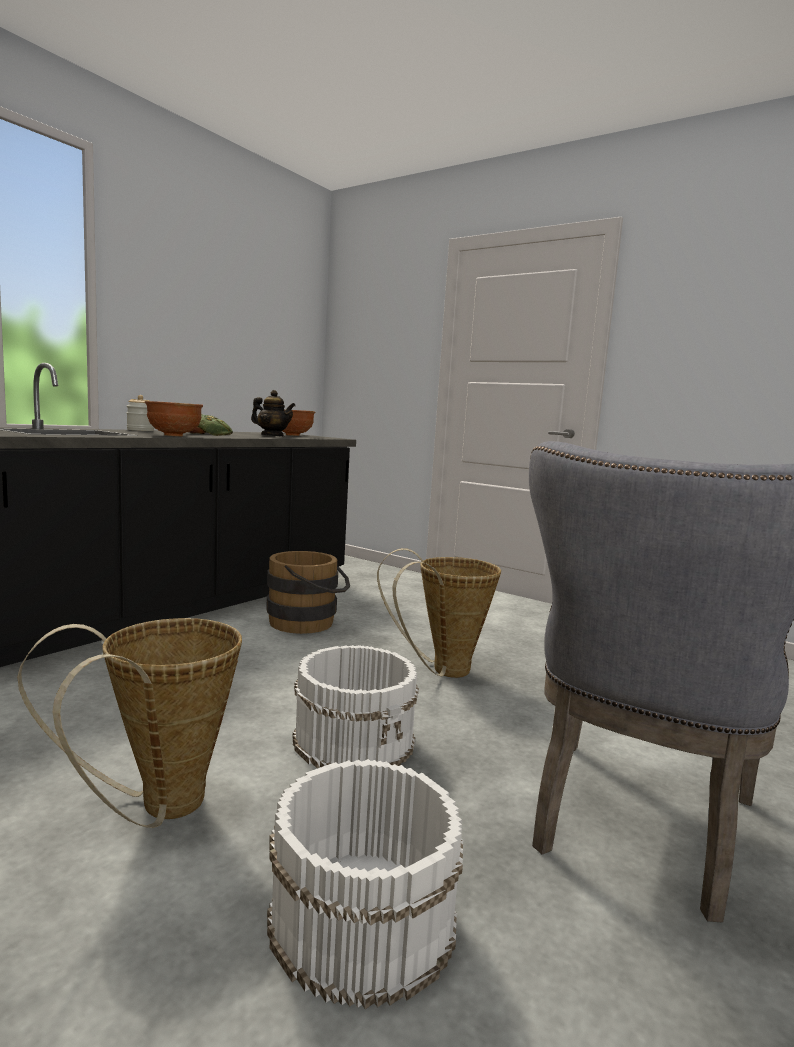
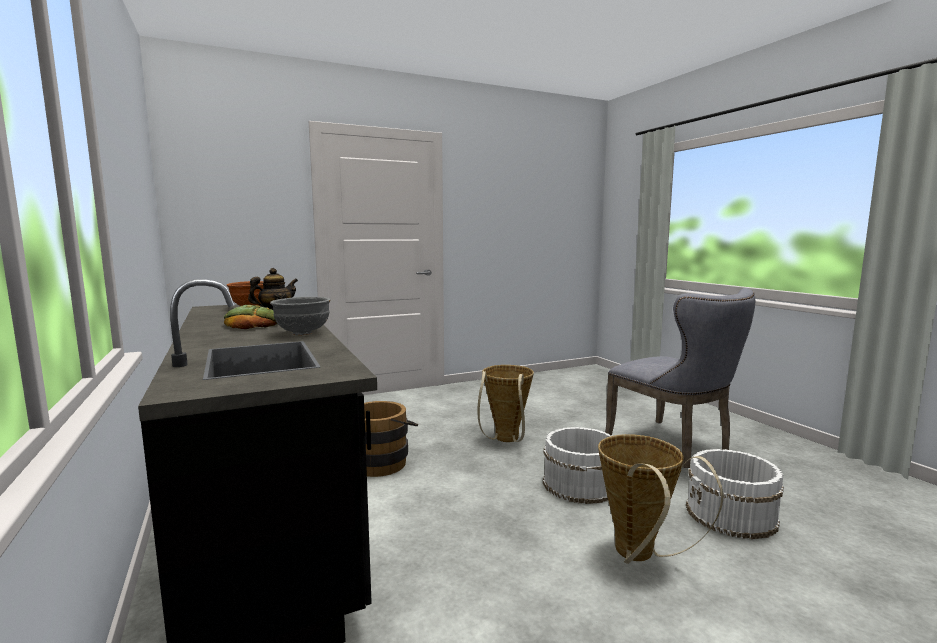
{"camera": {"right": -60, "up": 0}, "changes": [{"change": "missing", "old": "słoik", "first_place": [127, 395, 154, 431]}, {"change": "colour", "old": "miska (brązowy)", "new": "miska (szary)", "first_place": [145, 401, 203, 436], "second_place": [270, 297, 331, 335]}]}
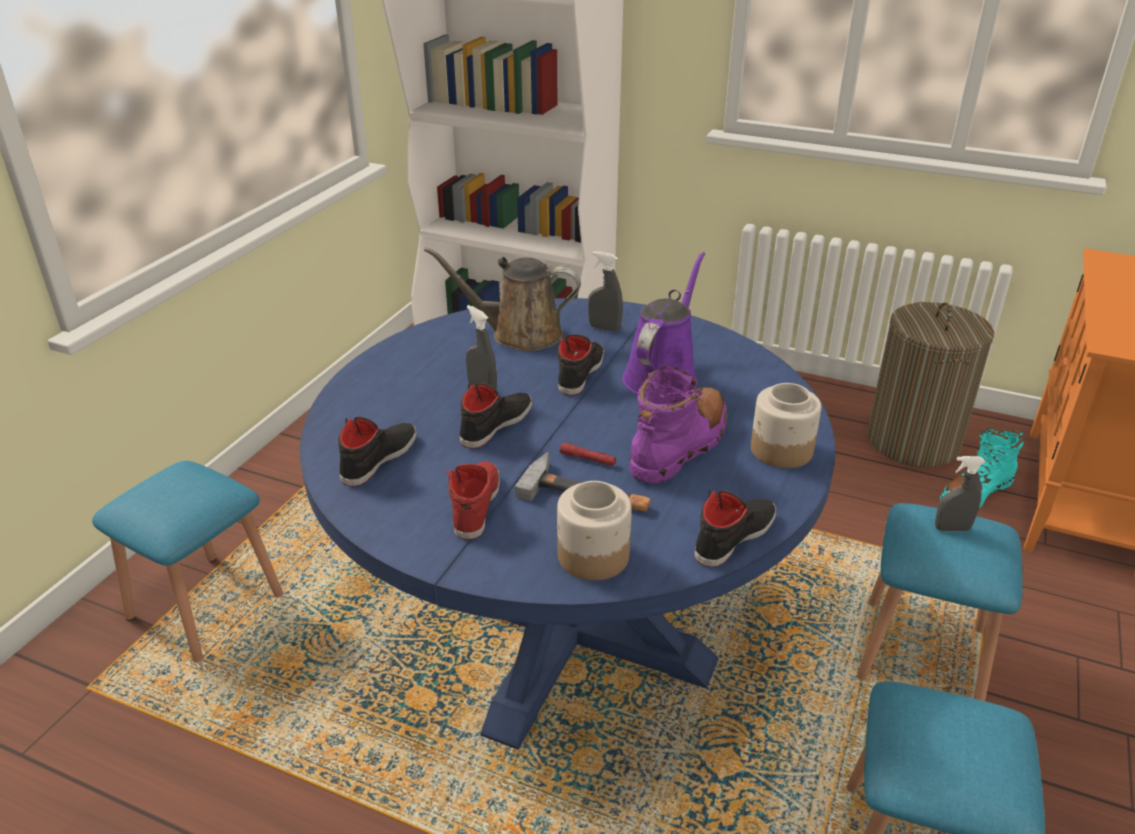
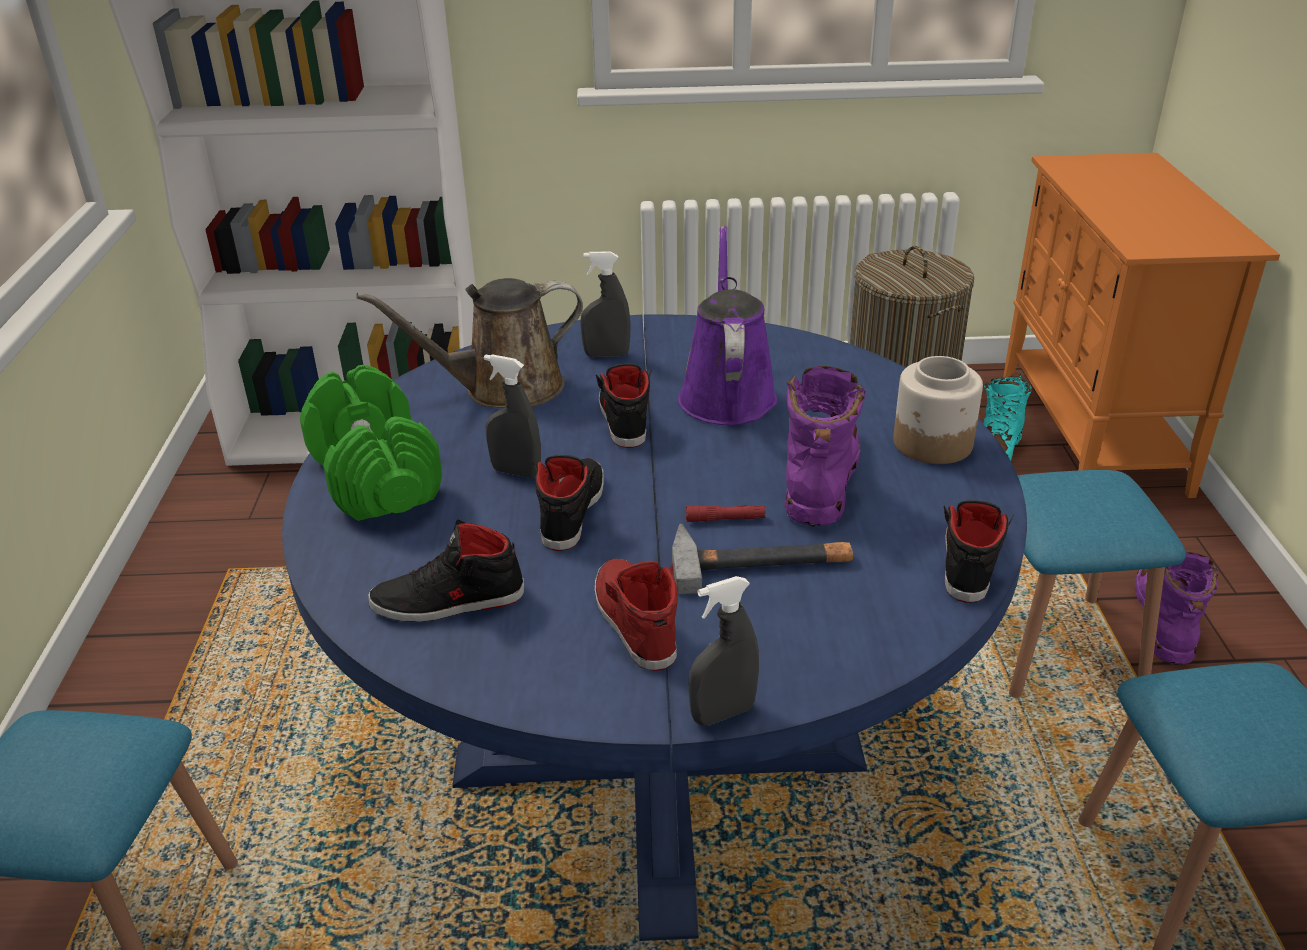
{"camera": {"right": -25, "up": 0}, "changes": [{"change": "missing", "old": "słoik", "first_place": [557, 481, 632, 581]}, {"change": "appeared", "new": "hantel (zielony)", "second_place": [300, 365, 442, 521]}, {"change": "appeared", "new": "but z cholewką (fioletowy)", "second_place": [1135, 552, 1218, 665]}, {"change": "relocated", "old": "spryskiwacz (szary)", "first_place": [935, 456, 986, 531], "second_place": [688, 576, 759, 725]}, {"change": "spun", "old": "but (czarny)", "first_place": [338, 416, 417, 486], "second_place": [368, 519, 524, 622], "degrees": -105}]}
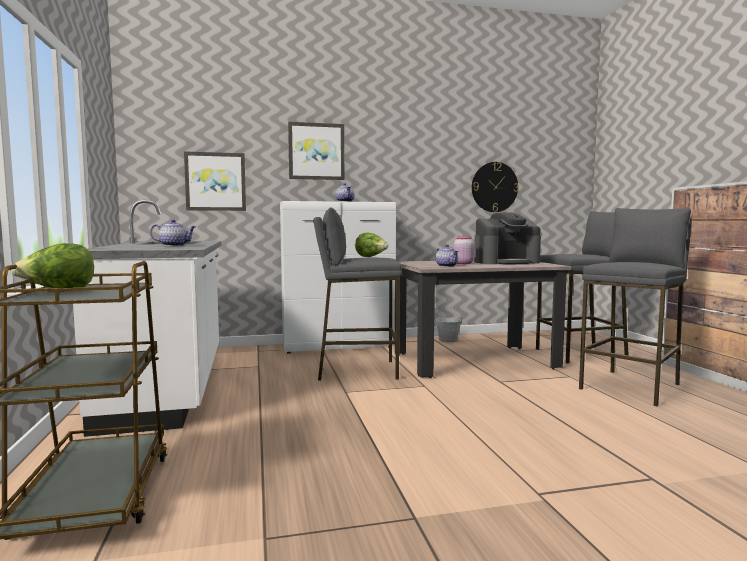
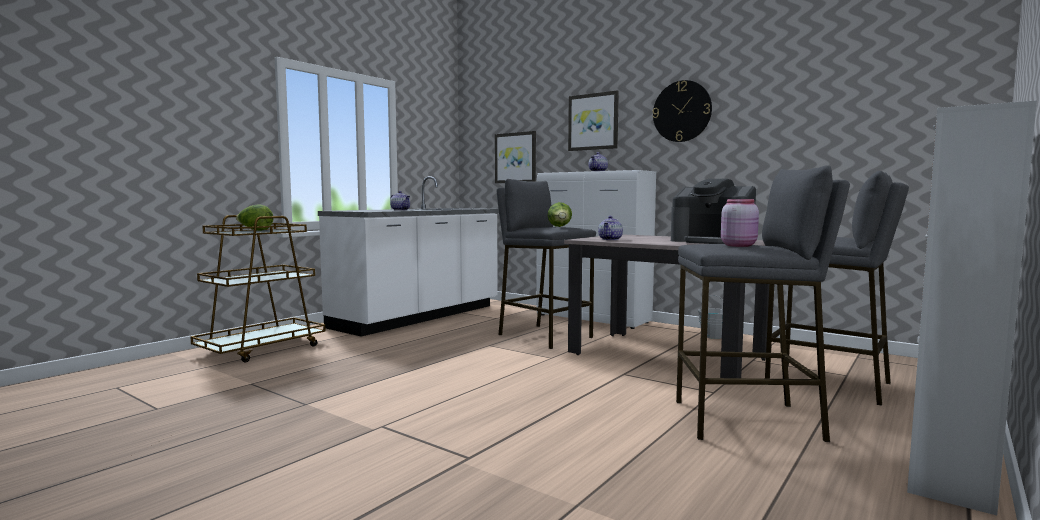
{"camera": {"right": 50, "up": 0}, "changes": [{"change": "relocated", "old": "słoik (różowy)", "first_place": [453, 236, 474, 264], "second_place": [721, 199, 759, 247]}, {"change": "relocated", "old": "zegar ścienny", "first_place": [472, 162, 519, 212], "second_place": [653, 80, 712, 142]}]}
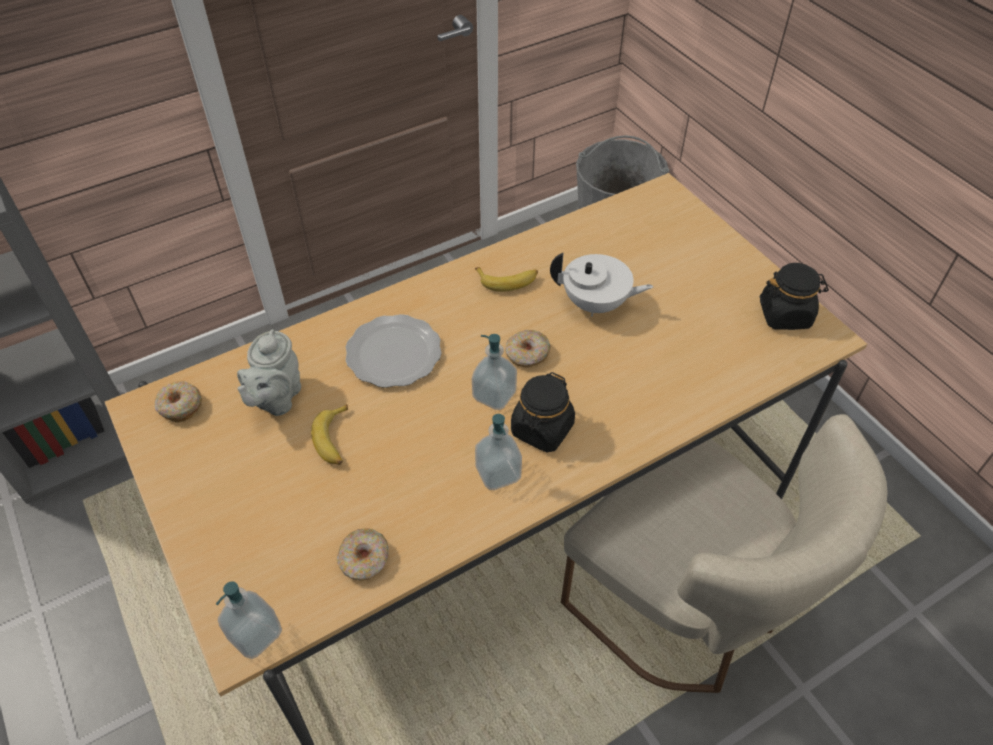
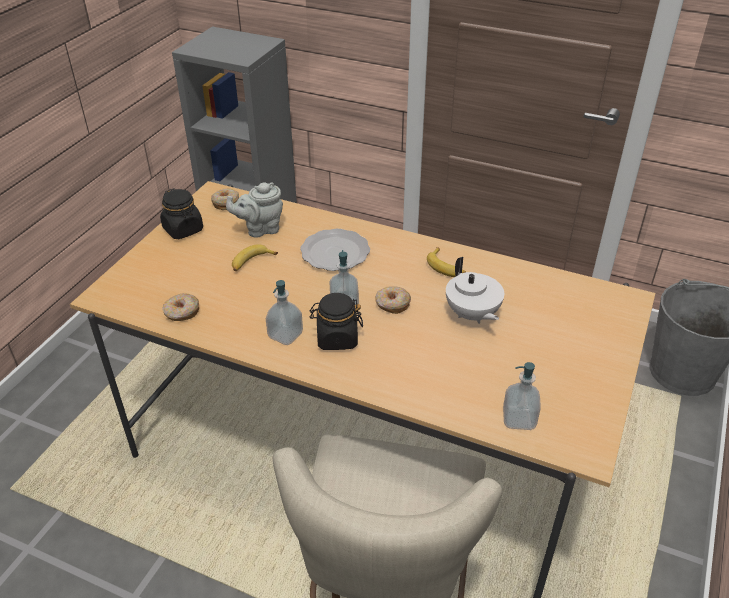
{"camera": {"right": 55, "up": -10}, "changes": [{"change": "relocated", "old": "dozownik mydła", "first_place": [216, 581, 282, 659], "second_place": [503, 362, 541, 430]}, {"change": "relocated", "old": "słoik (czarny)", "first_place": [760, 263, 829, 330], "second_place": [160, 188, 203, 239]}]}
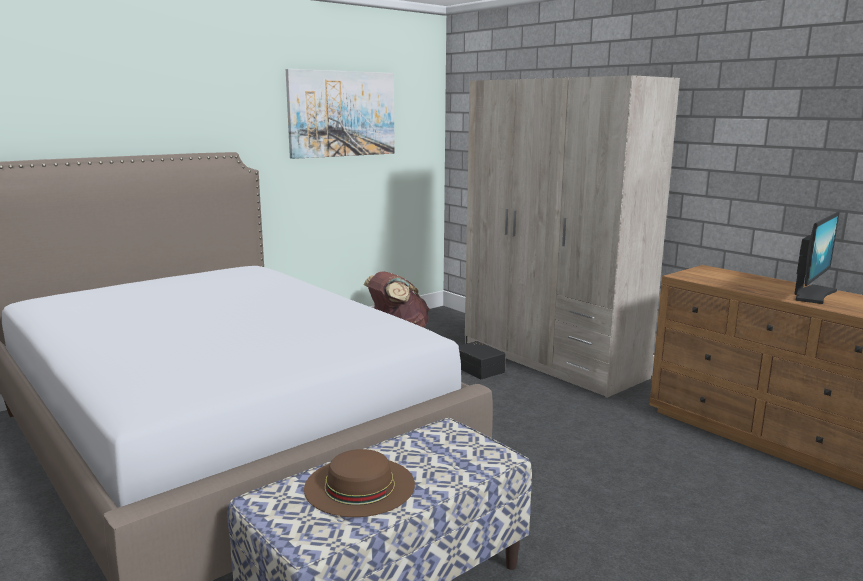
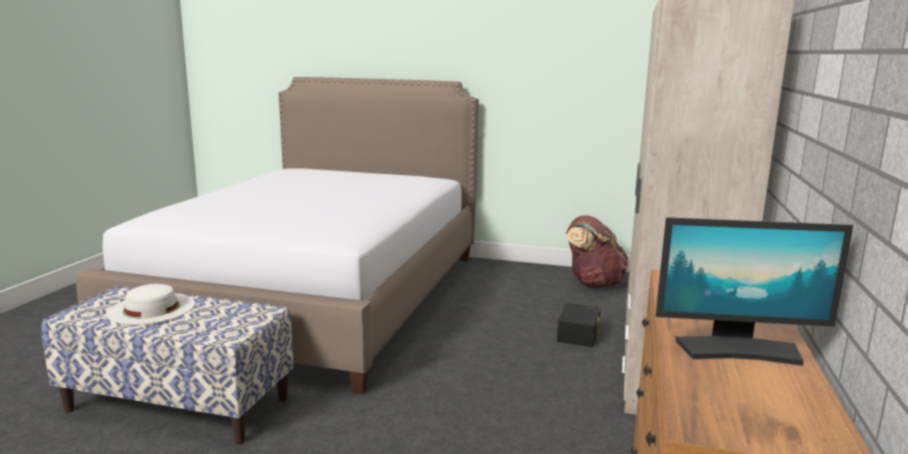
{"camera": {"right": 55, "up": 0}, "changes": [{"change": "missing", "old": "obraz", "first_place": [286, 69, 395, 159]}, {"change": "colour", "old": "kapelusz (brązowy)", "new": "kapelusz (biały)", "first_place": [304, 449, 415, 517], "second_place": [106, 284, 195, 325]}]}
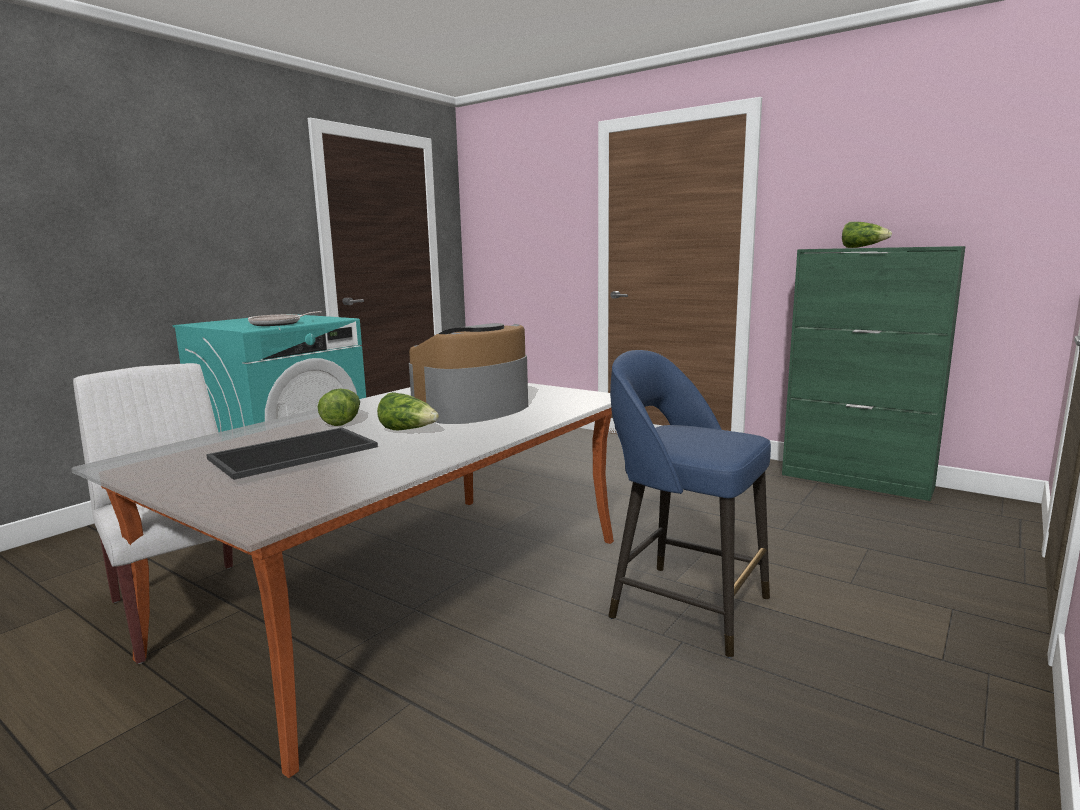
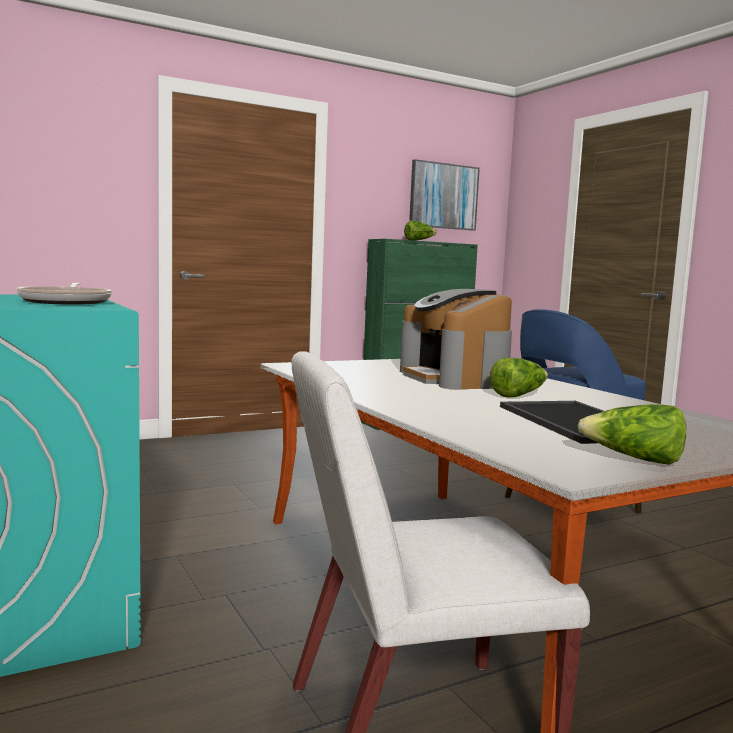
{"camera": {"right": -65, "up": -5}, "changes": [{"change": "appeared", "new": "obraz", "second_place": [409, 159, 480, 231]}, {"change": "relocated", "old": "sałata", "first_place": [318, 389, 360, 426], "second_place": [577, 404, 686, 465]}]}
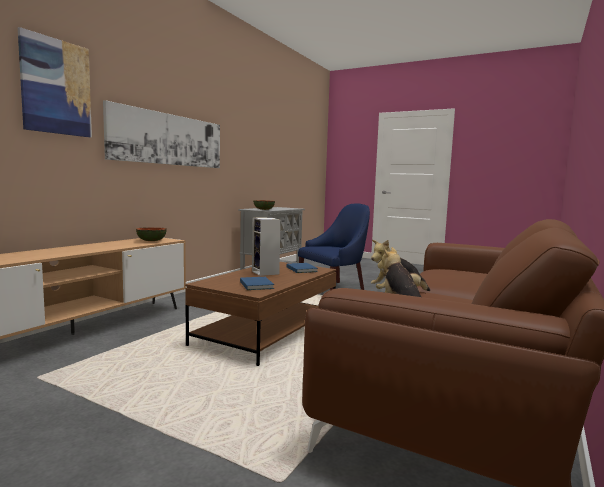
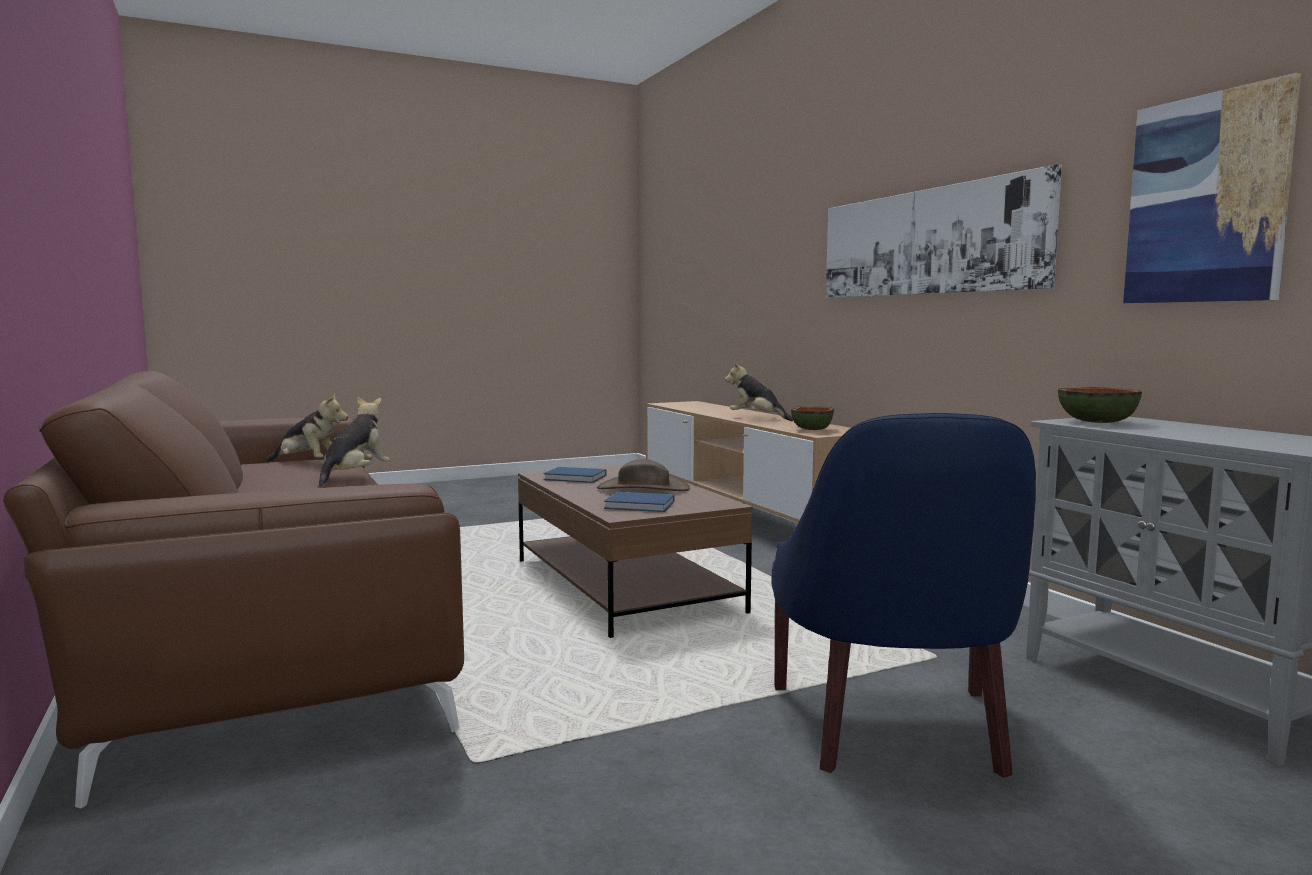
{"camera": {"right": 125, "up": 0}, "changes": [{"change": "appeared", "new": "pluszak", "second_place": [725, 362, 793, 421]}, {"change": "relocated", "old": "obraz", "first_place": [18, 27, 92, 138], "second_place": [1123, 73, 1301, 303]}, {"change": "exchanged", "old": "głośnik", "new": "kapelusz (brązowy)", "first_place": [252, 218, 281, 276], "second_place": [597, 459, 690, 491]}]}
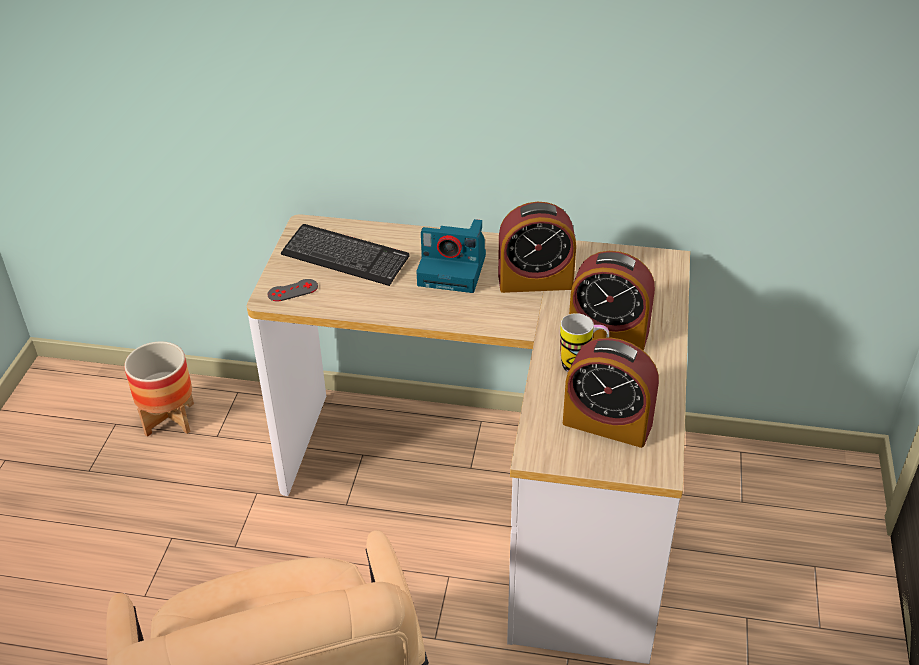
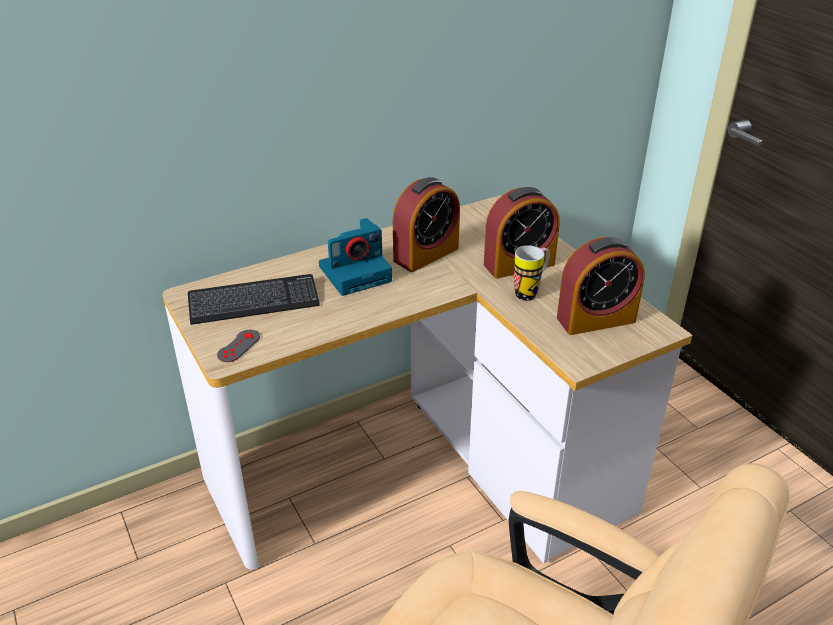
{"camera": {"right": -40, "up": -5}, "changes": [{"change": "missing", "old": "donica", "first_place": [124, 341, 194, 437]}]}
